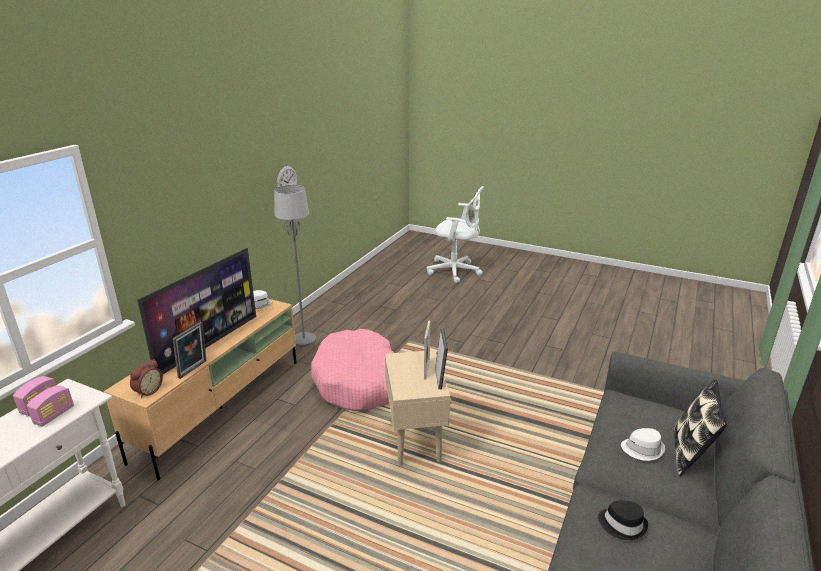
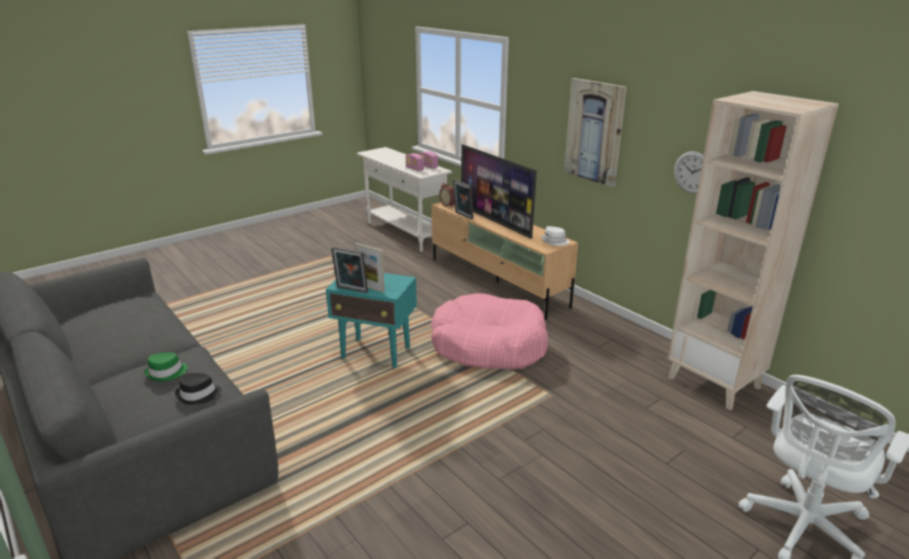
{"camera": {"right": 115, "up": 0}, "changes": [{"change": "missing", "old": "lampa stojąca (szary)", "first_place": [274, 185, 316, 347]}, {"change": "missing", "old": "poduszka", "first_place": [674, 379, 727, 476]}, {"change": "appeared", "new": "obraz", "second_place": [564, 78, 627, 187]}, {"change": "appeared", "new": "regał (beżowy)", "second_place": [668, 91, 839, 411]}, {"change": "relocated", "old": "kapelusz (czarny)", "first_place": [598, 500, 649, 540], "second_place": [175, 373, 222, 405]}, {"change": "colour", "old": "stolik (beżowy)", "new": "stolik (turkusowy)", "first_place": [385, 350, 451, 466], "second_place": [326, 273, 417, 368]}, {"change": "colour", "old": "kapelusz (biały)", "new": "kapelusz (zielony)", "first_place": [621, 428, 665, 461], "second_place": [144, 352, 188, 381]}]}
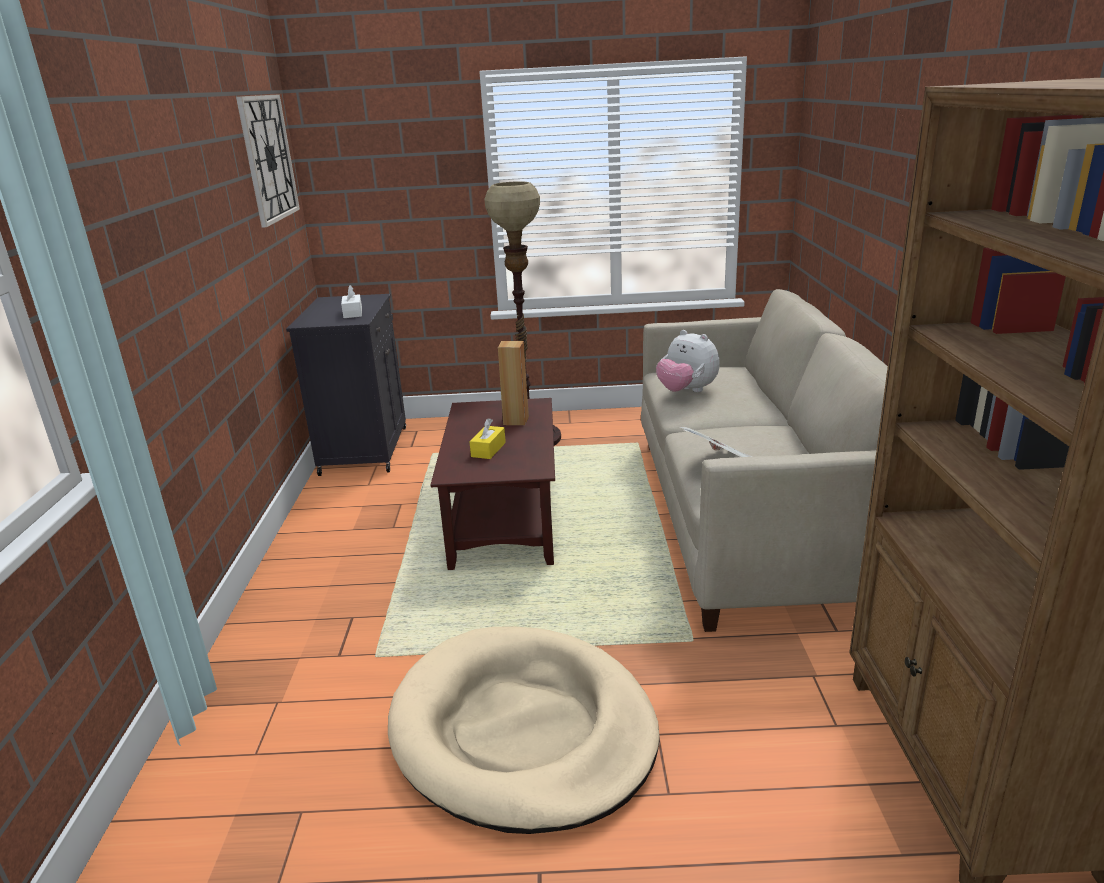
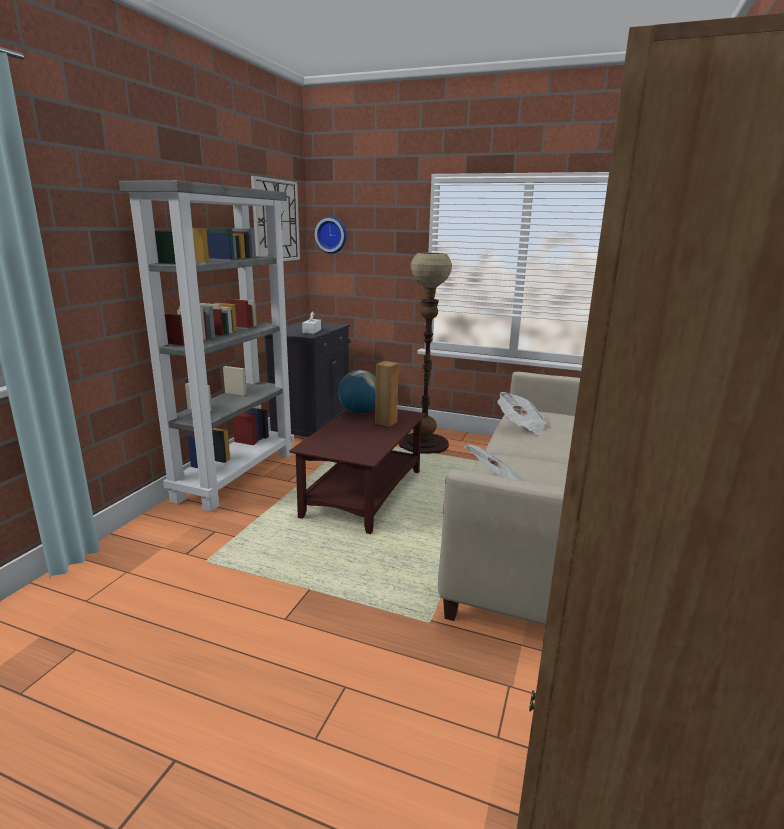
{"camera": {"right": 20, "up": -5}, "changes": [{"change": "missing", "old": "legowisko (beżowy)", "first_place": [388, 627, 660, 834]}, {"change": "missing", "old": "pudełko chusteczek (żółty)", "first_place": [469, 418, 506, 459]}, {"change": "appeared", "new": "regał (szary)", "second_place": [119, 180, 294, 512]}, {"change": "appeared", "new": "zegar ścienny", "second_place": [315, 216, 347, 254]}, {"change": "appeared", "new": "globus", "second_place": [338, 370, 376, 414]}, {"change": "exchanged", "old": "pluszak", "new": "gazeta", "first_place": [656, 330, 720, 392], "second_place": [498, 392, 547, 435]}]}
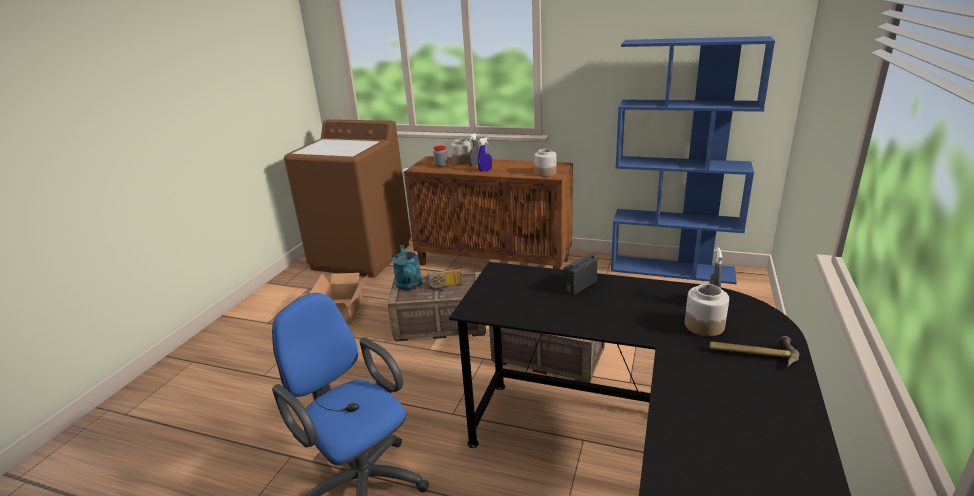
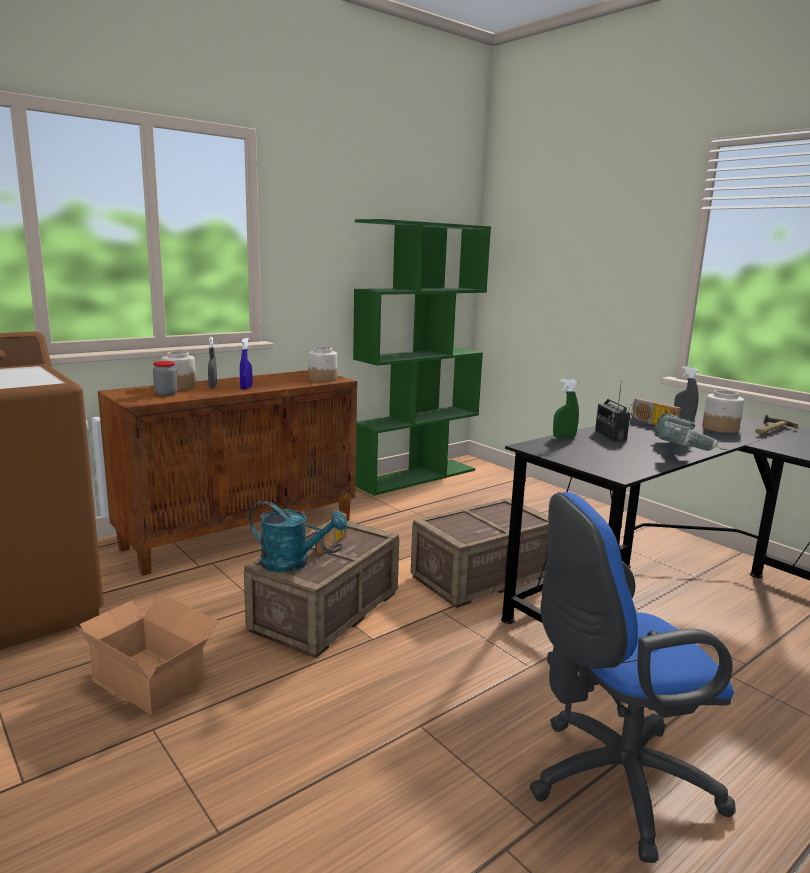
{"camera": {"right": -60, "up": -10}, "changes": [{"change": "appeared", "new": "spryskiwacz (zielony)", "second_place": [553, 379, 579, 438]}, {"change": "appeared", "new": "radio", "second_place": [628, 398, 681, 425]}, {"change": "appeared", "new": "wiertarka", "second_place": [654, 413, 728, 451]}, {"change": "colour", "old": "regał (niebieski)", "new": "regał (zielony)", "first_place": [611, 36, 775, 284], "second_place": [353, 219, 491, 496]}]}
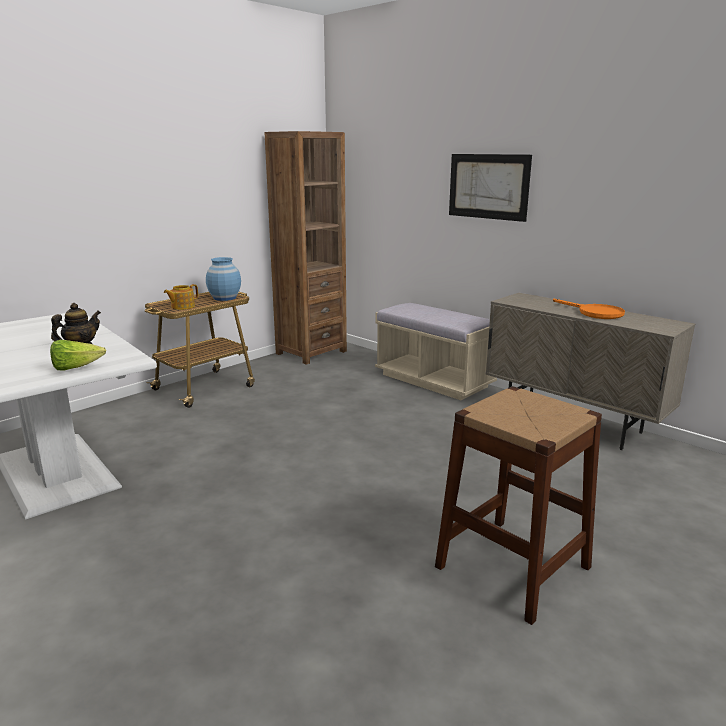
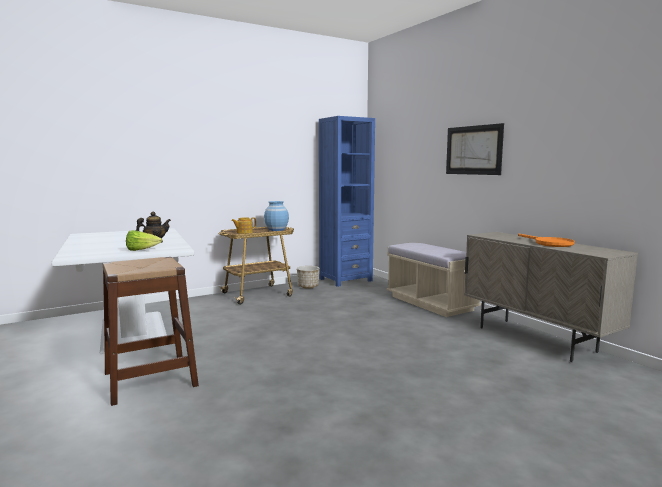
{"camera": {"right": 15, "up": -10}, "changes": [{"change": "appeared", "new": "donica", "second_place": [297, 266, 320, 289]}, {"change": "relocated", "old": "stołek (brązowy)", "first_place": [435, 386, 602, 625], "second_place": [103, 257, 199, 406]}, {"change": "colour", "old": "regał (brązowy)", "new": "regał (niebieski)", "first_place": [264, 131, 347, 364], "second_place": [319, 116, 375, 287]}]}
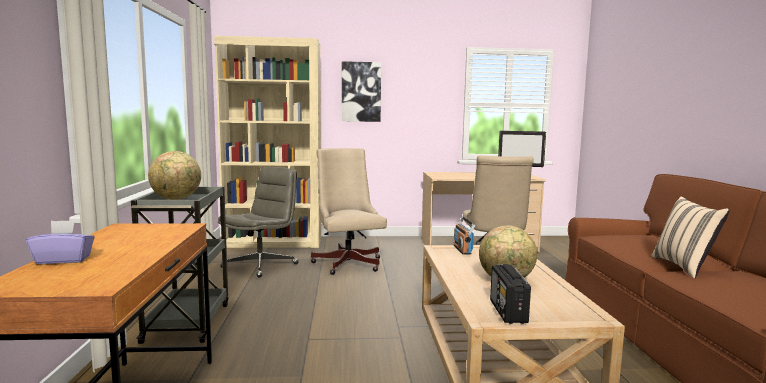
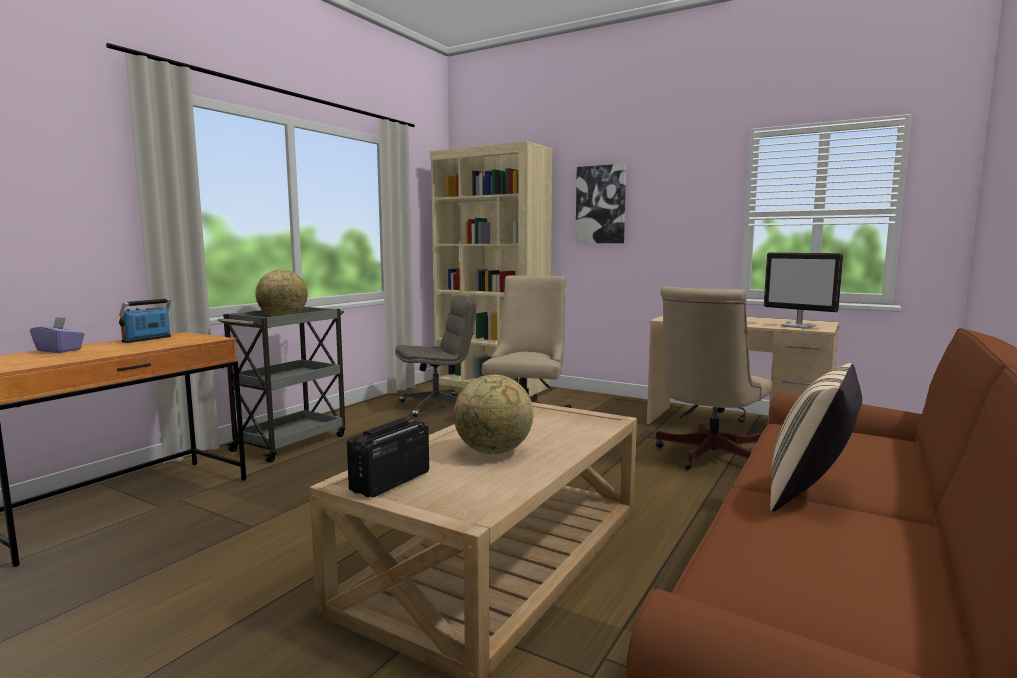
{"camera": {"right": 35, "up": 0}, "changes": [{"change": "relocated", "old": "radio", "first_place": [453, 216, 476, 255], "second_place": [119, 299, 171, 343]}]}
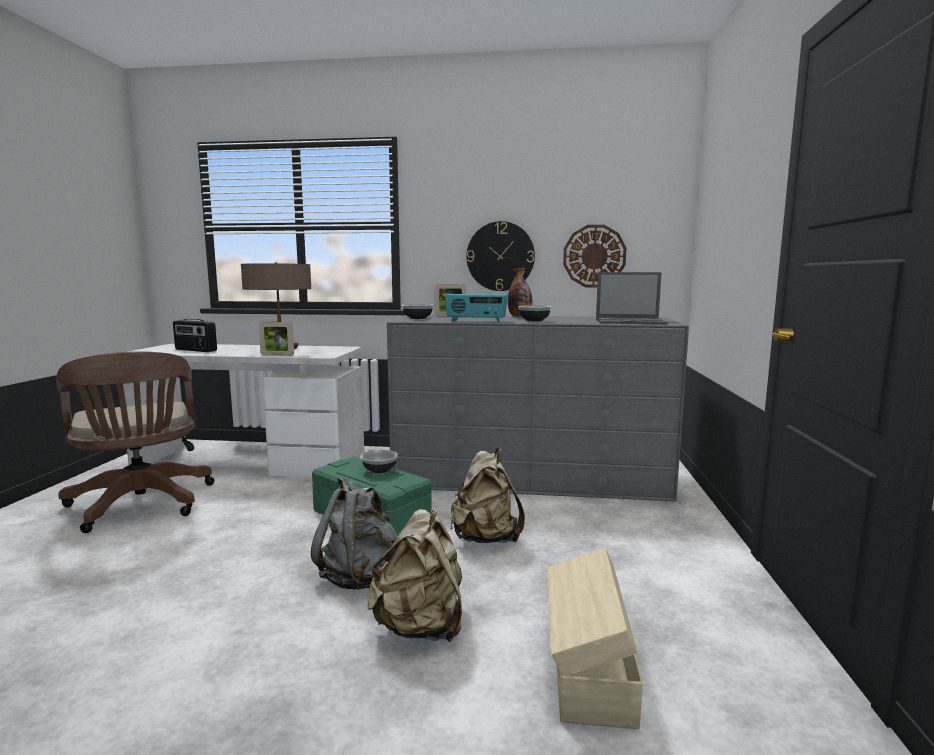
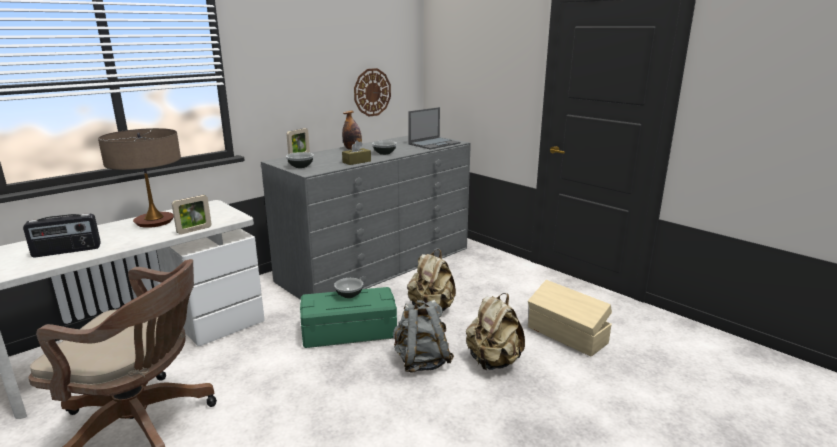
{"camera": {"right": -50, "up": 10}, "changes": [{"change": "missing", "old": "zegar ścienny", "first_place": [467, 221, 535, 291]}, {"change": "exchanged", "old": "radio", "new": "pudełko chusteczek (brązowy)", "first_place": [445, 294, 508, 322], "second_place": [342, 140, 371, 165]}]}
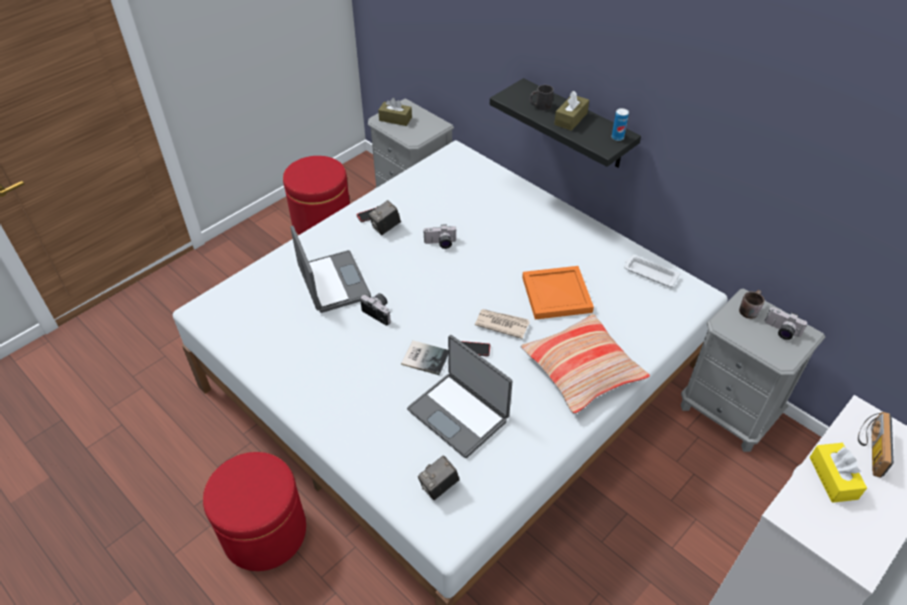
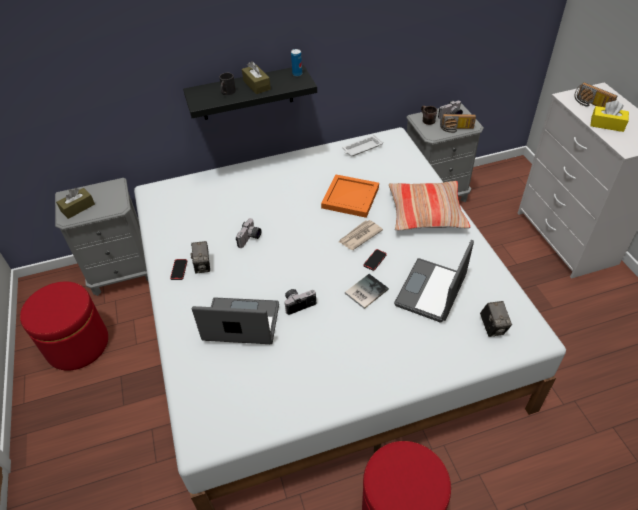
{"camera": {"right": -60, "up": 0}, "changes": [{"change": "appeared", "new": "radio", "second_place": [440, 114, 476, 133]}, {"change": "spun", "old": "laptop", "first_place": [407, 335, 513, 458], "second_place": [394, 240, 474, 323], "degrees": 135}]}
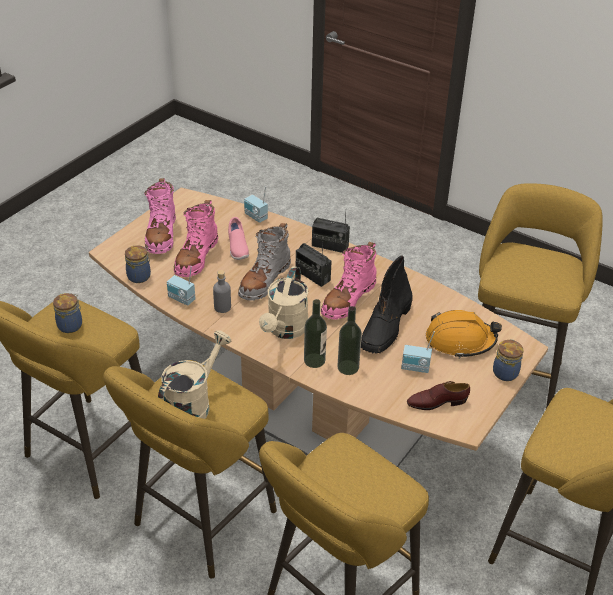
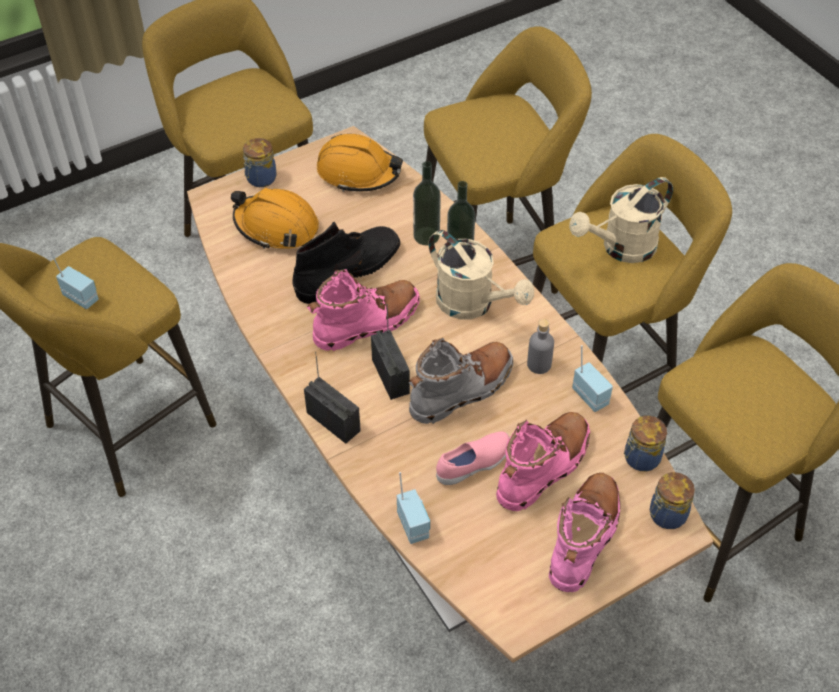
{"camera": {"right": -155, "up": 10}, "changes": [{"change": "relocated", "old": "słoik", "first_place": [53, 293, 82, 333], "second_place": [650, 472, 695, 529]}, {"change": "relocated", "old": "radio", "first_place": [401, 331, 435, 373], "second_place": [50, 251, 99, 309]}, {"change": "exchanged", "old": "but (brązowy)", "new": "kask (pomarańczowy)", "first_place": [407, 381, 470, 410], "second_place": [317, 134, 403, 192]}, {"change": "spun", "old": "but (różowy)", "first_place": [228, 217, 249, 260], "second_place": [436, 431, 510, 485], "degrees": 45}, {"change": "spun", "old": "konewka (beżowy)", "first_place": [259, 266, 308, 339], "second_place": [428, 230, 534, 320], "degrees": 90}]}
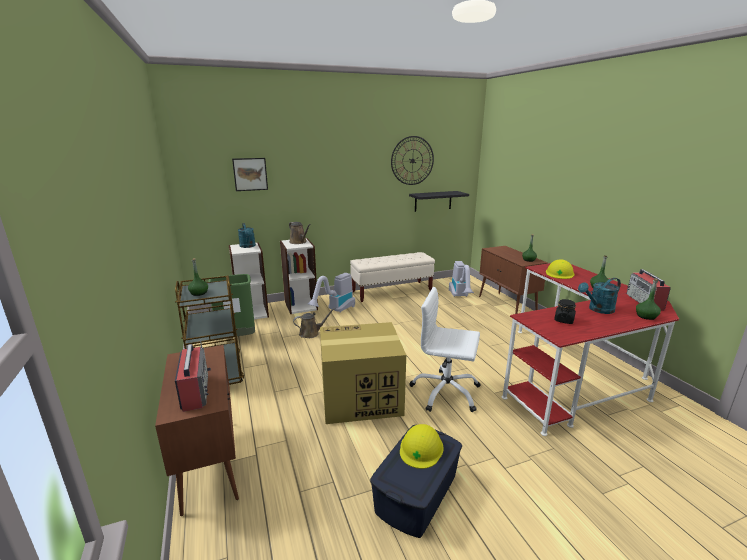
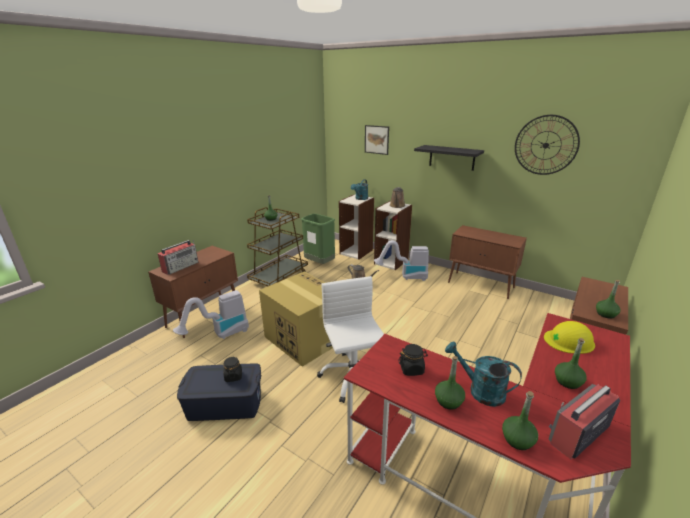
{"camera": {"right": 55, "up": 5}, "changes": [{"change": "appeared", "new": "butelka (zielony)", "second_place": [435, 356, 465, 410]}, {"change": "relocated", "old": "półka (czarny)", "first_place": [409, 191, 469, 212], "second_place": [414, 145, 484, 171]}, {"change": "relocated", "old": "odkurzacz", "first_place": [449, 261, 474, 297], "second_place": [173, 290, 249, 339]}, {"change": "exchanged", "old": "ławka (beżowy)", "new": "szafka (brązowy)", "first_place": [350, 252, 435, 302], "second_place": [448, 225, 527, 299]}, {"change": "exchanged", "old": "kask (żółty)", "new": "słoik (czarny)", "first_place": [400, 424, 444, 469], "second_place": [223, 356, 242, 382]}]}
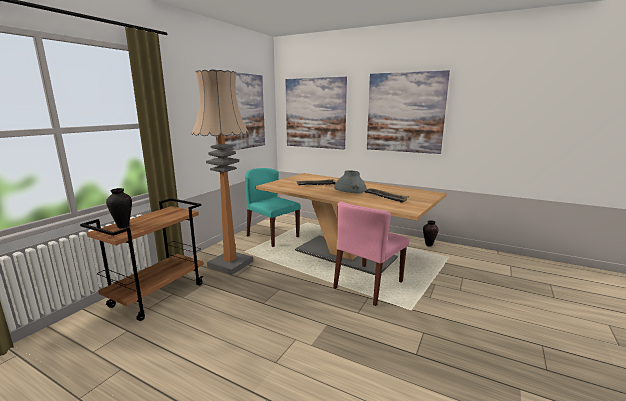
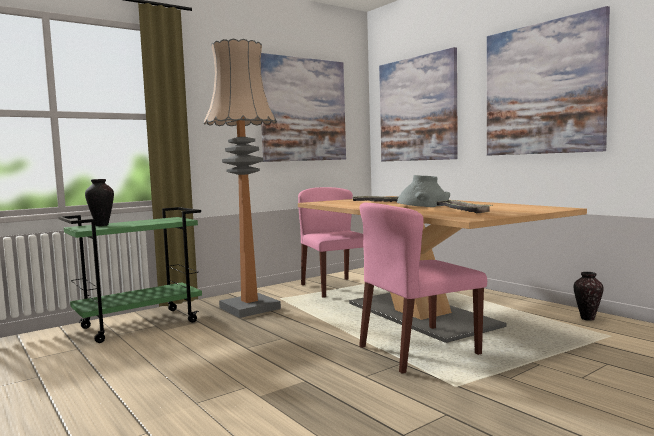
{"camera": {"right": 25, "up": -10}, "changes": [{"change": "colour", "old": "wózek (brązowy)", "new": "wózek (zielony)", "first_place": [80, 198, 204, 321], "second_place": [58, 207, 202, 343]}, {"change": "colour", "old": "krzesło (turkusowy)", "new": "krzesło (różowy)", "first_place": [245, 168, 301, 247], "second_place": [298, 187, 363, 298]}]}
